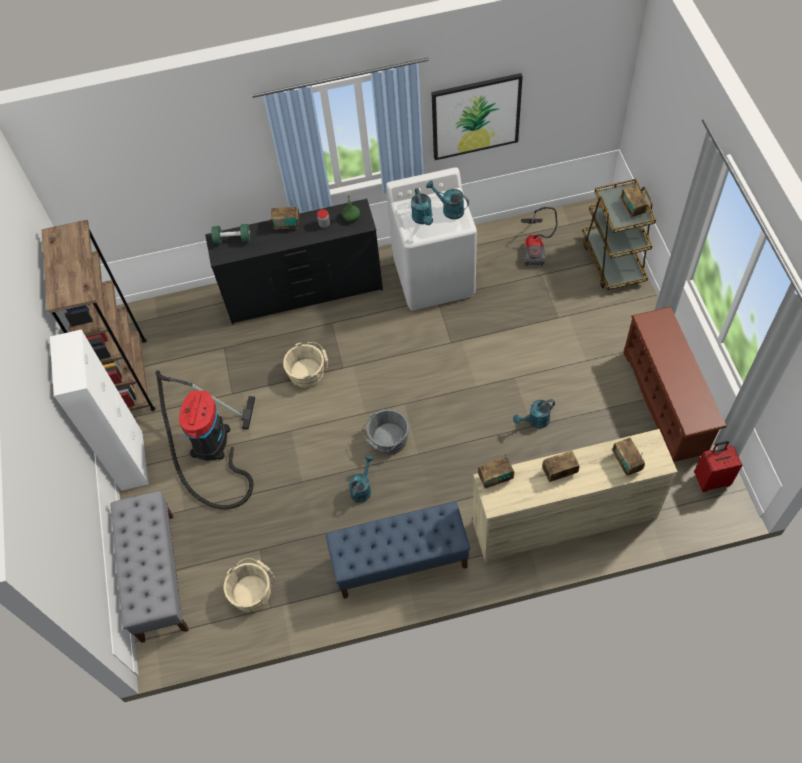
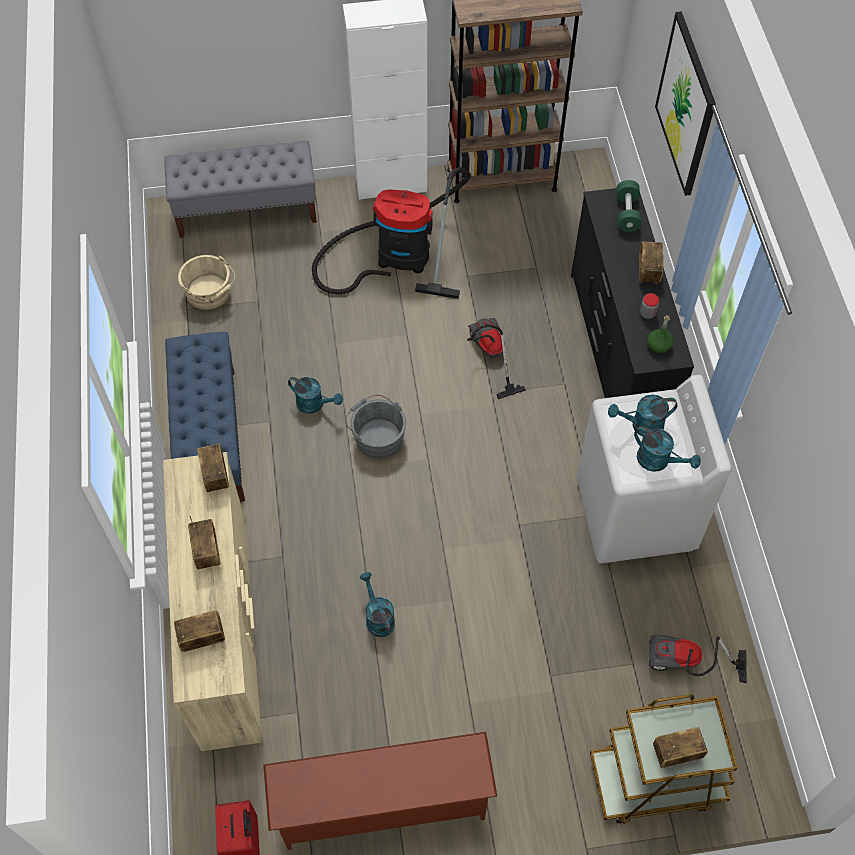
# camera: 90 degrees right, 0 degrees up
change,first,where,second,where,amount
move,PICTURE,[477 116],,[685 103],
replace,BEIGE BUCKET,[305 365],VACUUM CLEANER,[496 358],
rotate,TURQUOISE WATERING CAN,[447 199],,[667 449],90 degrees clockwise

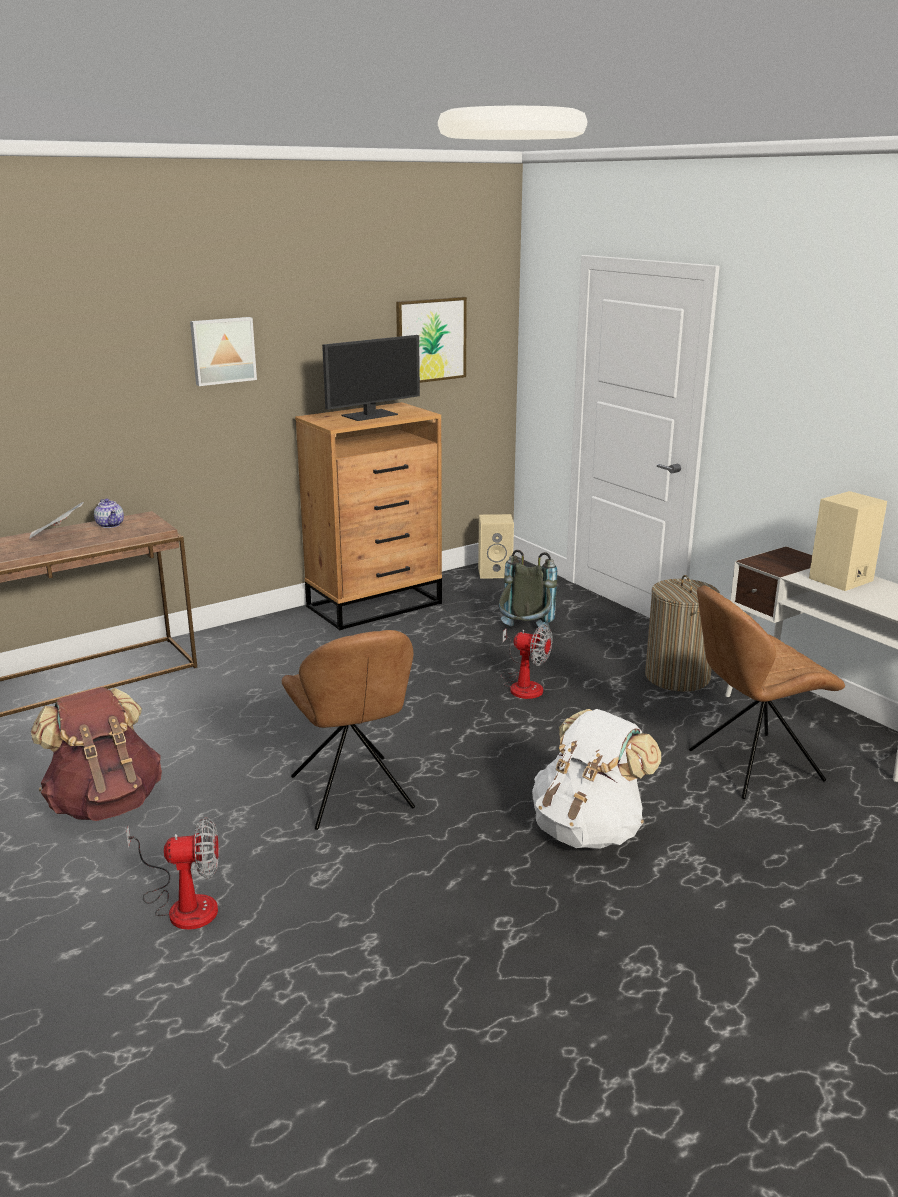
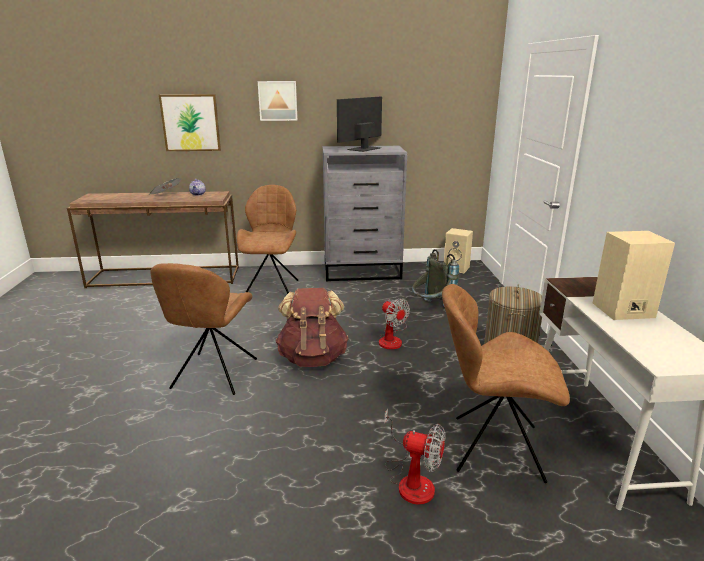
# camera: 30 degrees right, 0 degrees up
change,first,where,second,where,amount
delete,WHITE BACKPACK,[596 779],,,
insert,,,BROWN CHAIR,[267 239],
move,BROWN BACKPACK,[96 754],,[312 327],
move,FAN,[172 873],,[415 456],
move,PICTURE,[431 340],,[190 122],
recolor,BROWN DRESSER,[368 516],GREY DRESSER,[364 213],
rotate,MONITOR,[371 378],,[359 124],135 degrees clockwise

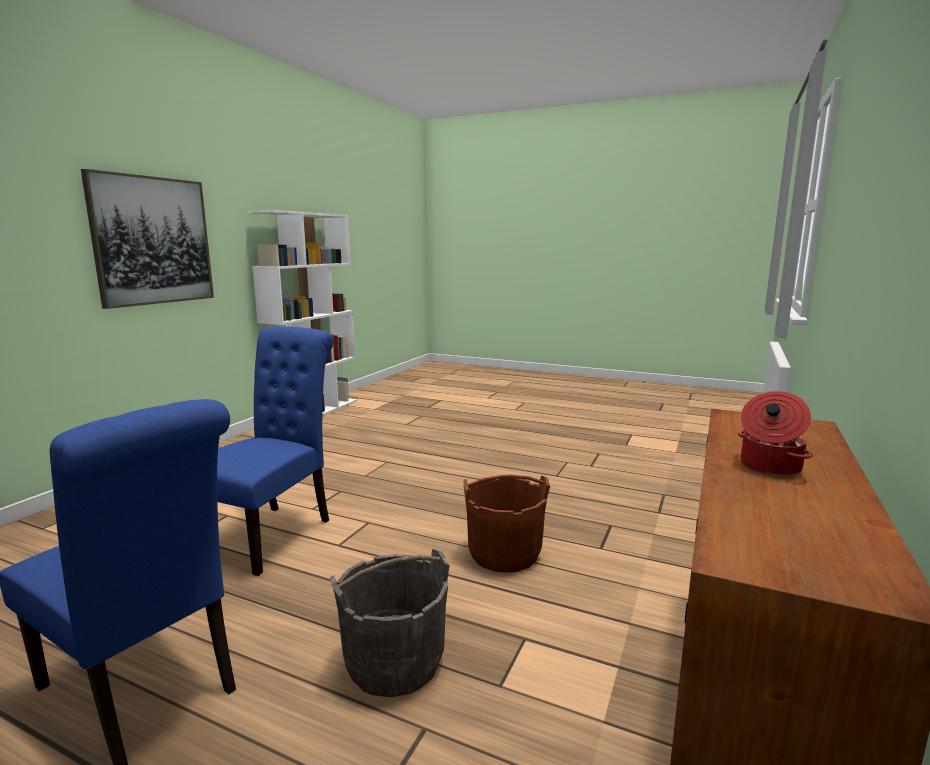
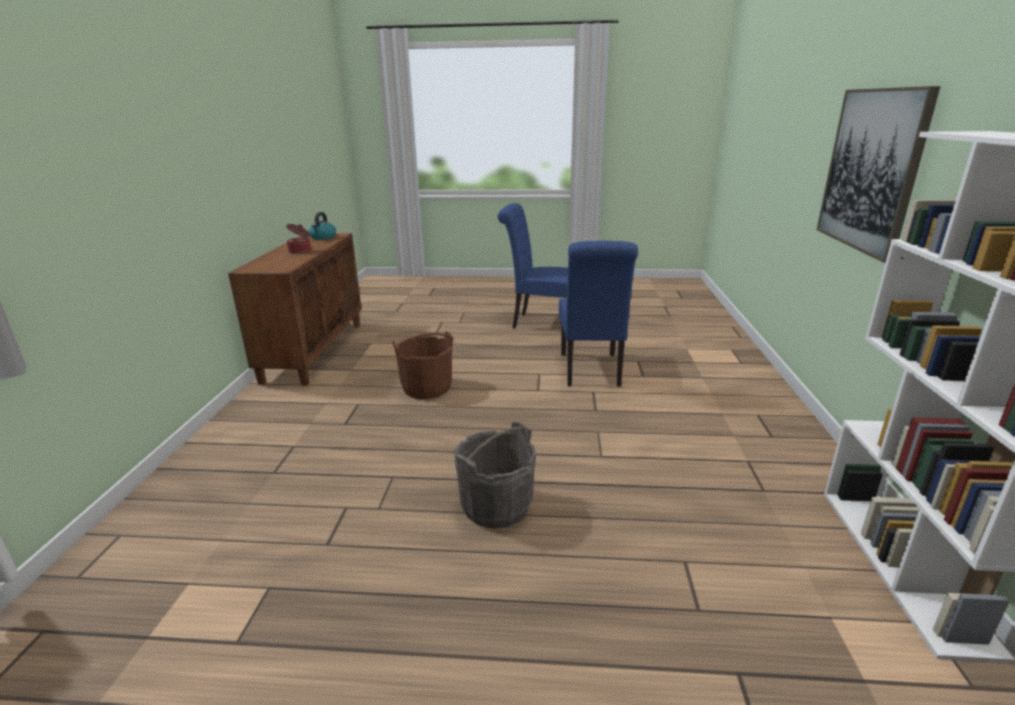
# camera: 160 degrees right, 10 degrees up
change,first,where,second,where,amount
insert,,,KETTLE,[322 226],
move,GREY BUCKET,[389 623],,[495 475],

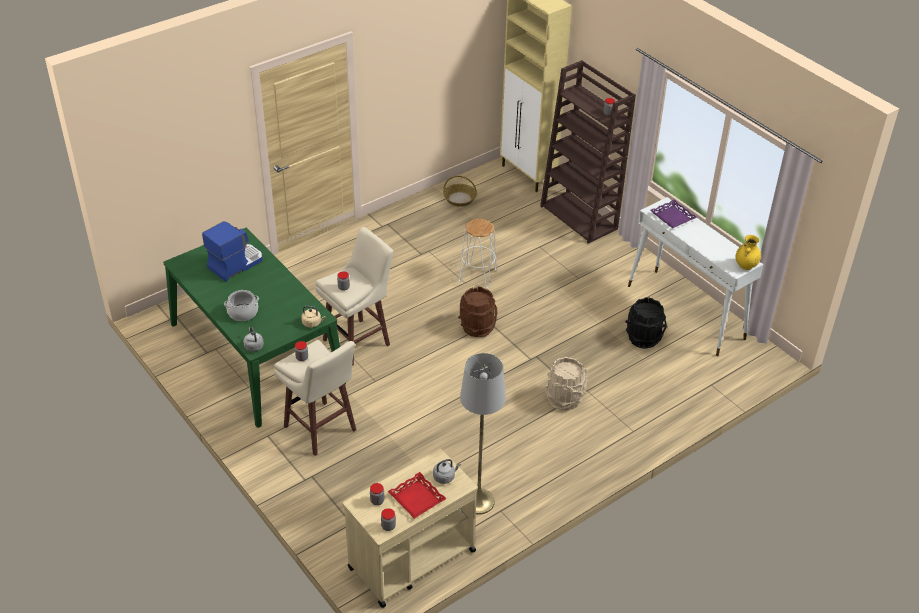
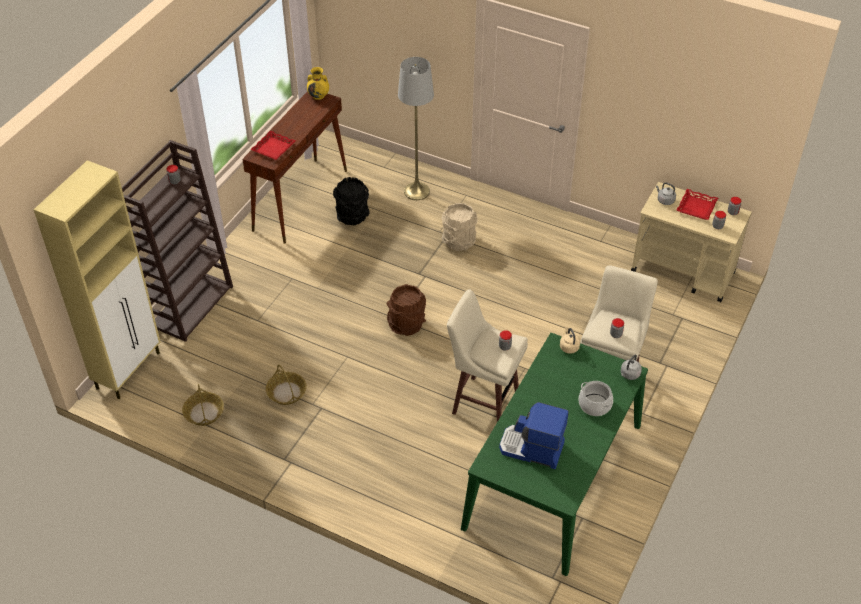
# camera: 115 degrees left, 5 degrees up
change,first,where,second,where,amount
delete,WHITE STOOL,[478 253],,,
insert,,,BASKET,[286 385],
move,GREY FLOOR LAMP,[483 434],,[416 128],
recolor,WHITE CONSOLE TABLE,[696 276],BROWN CONSOLE TABLE,[295 167],
recolor,PURPLE TRAY,[673 214],RED TRAY,[273 145],

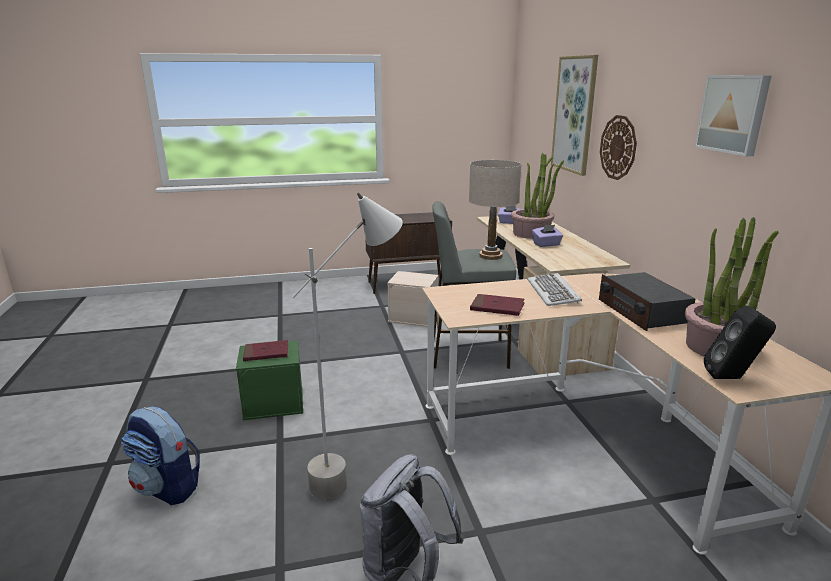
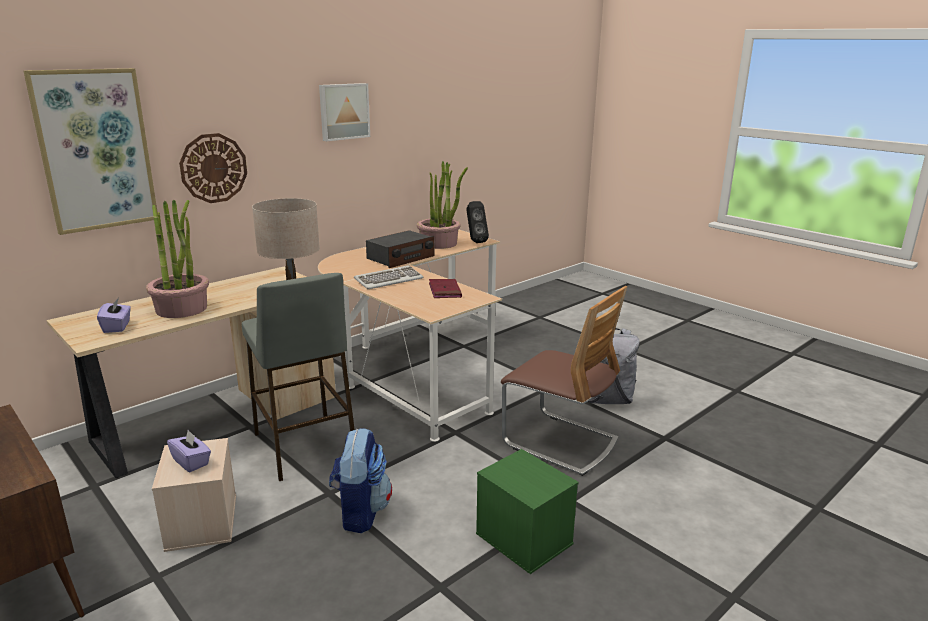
# camera: 120 degrees left, 0 degrees up
change,first,where,second,where,amount
delete,RED BOOK,[265 350],,,
move,BACKPACK,[160 455],,[360 480],
move,PURPLE TISSUE BOX,[547 236],,[189 451],
replace,GREY FLOOR LAMP,[347 346],CHAIR,[564 381],

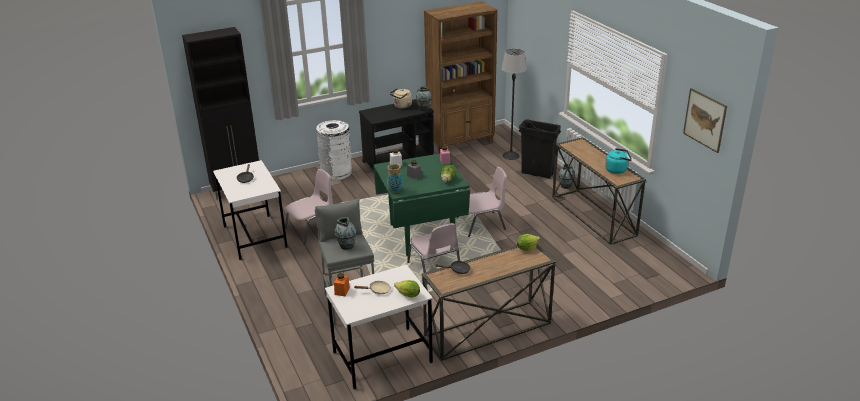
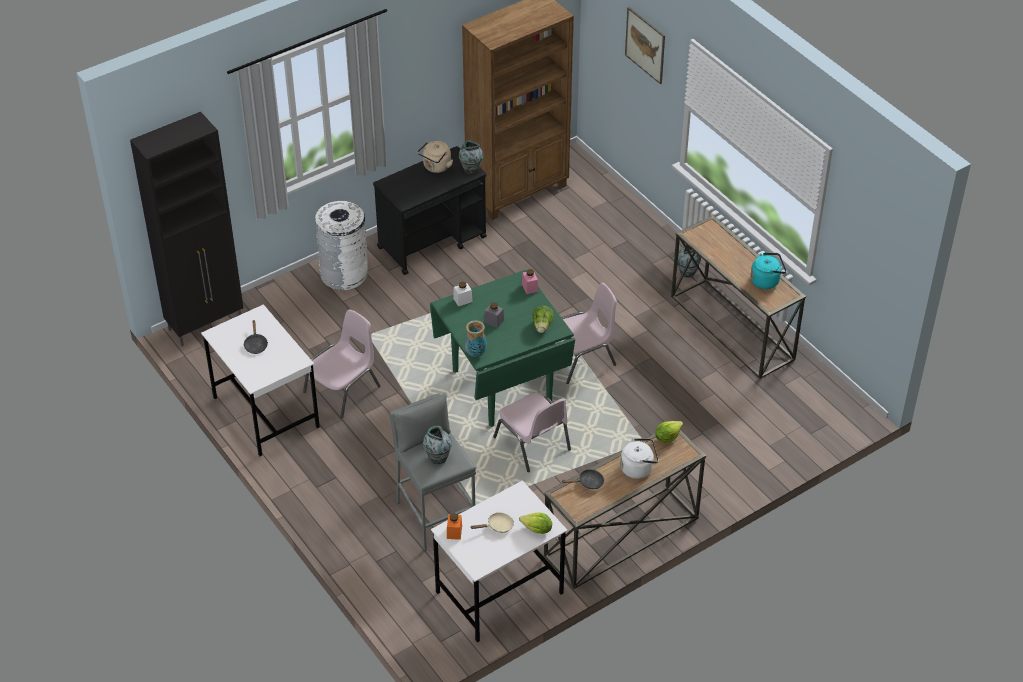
# camera: 10 degrees left, 15 degrees up
change,first,where,second,where,amount
delete,FLOOR LAMP,[514 104],,,
delete,BLACK TRASH CAN,[540 149],,,
insert,,,WHITE KETTLE,[639 458],
move,PICTURE,[705 120],,[645 45],

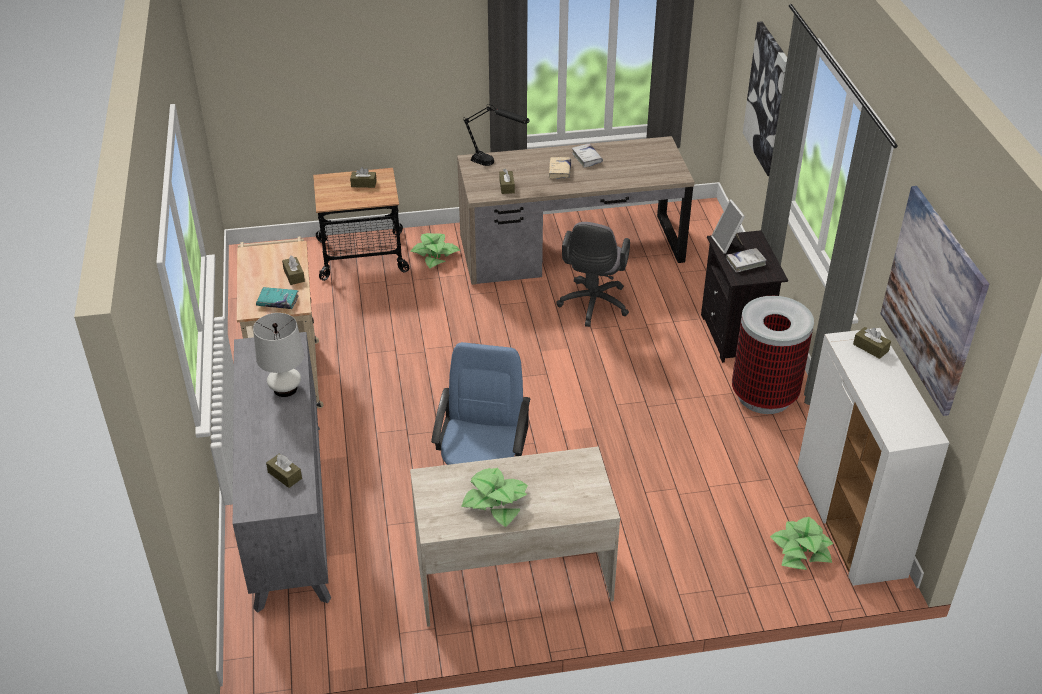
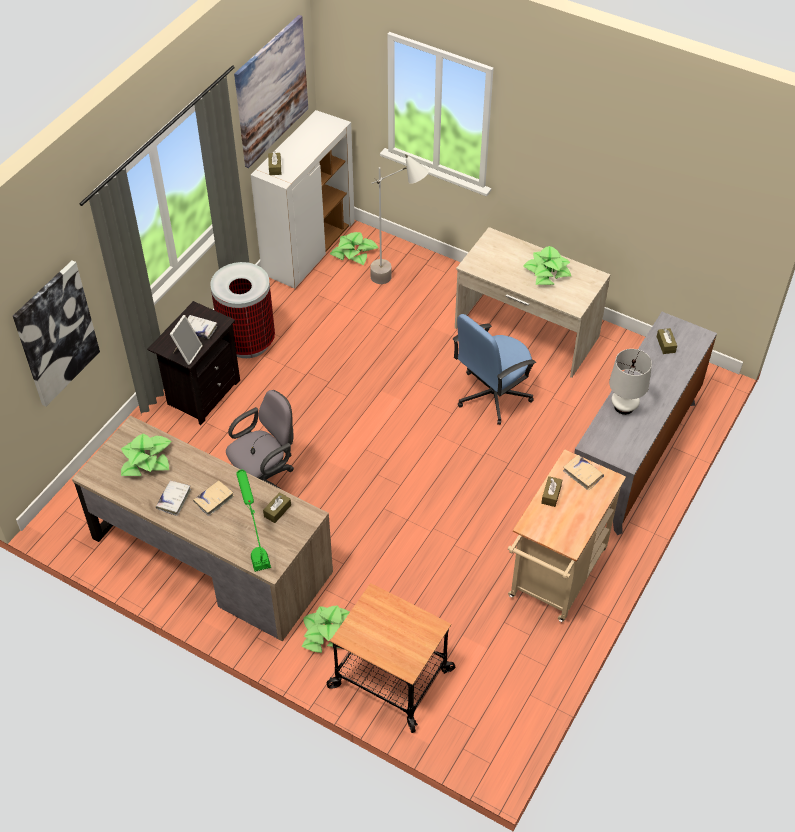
# camera: 140 degrees left, 10 degrees up
change,first,where,second,where,amount
delete,BROWN TISSUE BOX,[363 177],,,
insert,,,POTTED PLANT,[146 455],
insert,,,GREY FLOOR LAMP,[399 219],
recolor,TURQUOISE BOOK,[277 298],BEIGE BOOK,[583 472],
recolor,BLACK TABLE LAMP,[496 135],GREEN TABLE LAMP,[254 521],

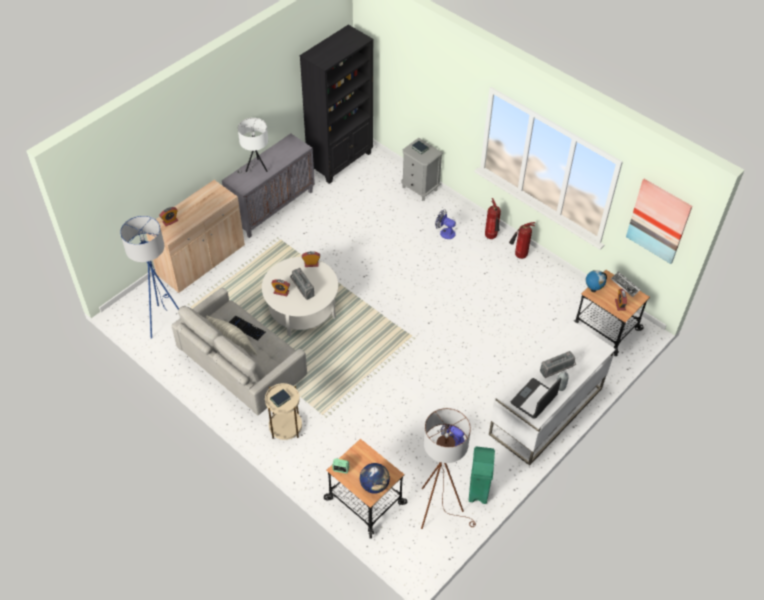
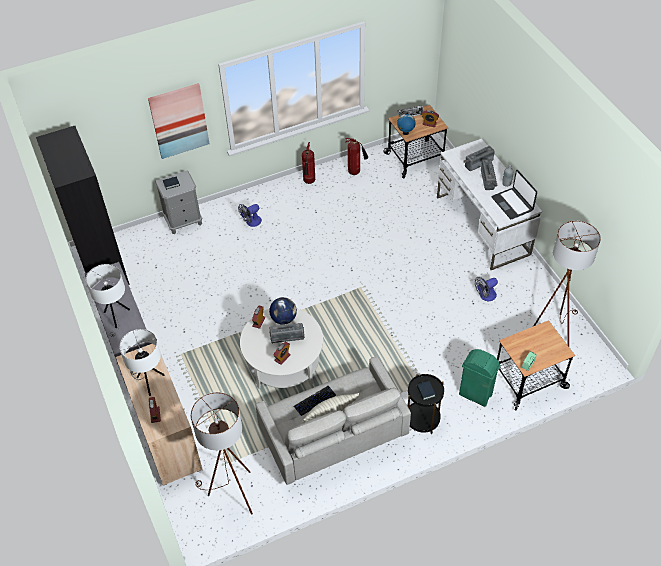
# camera: 65 degrees left, 0 degrees up
change,first,where,second,where,amount
insert,,,WHITE TABLE LAMP,[142 362],
insert,,,RADIO,[479 158],
move,GLOBE,[375 478],,[283 311],
move,GREEN TRASH CAN,[482 475],,[480 378],
move,FIRE EXTINGUISHER,[493 218],,[356 156],
move,PICTURE,[659 221],,[178 121],
recolor,BLUE FLOOR LAMP,[149 277],BROWN FLOOR LAMP,[222 453],
recolor,BEIGE SIDE TABLE,[283 411],BLACK SIDE TABLE,[426 404],

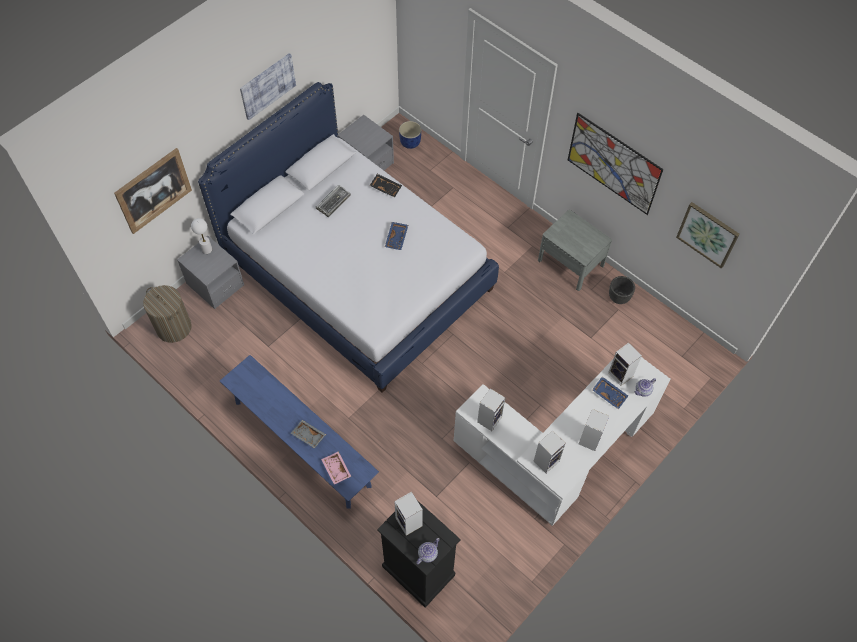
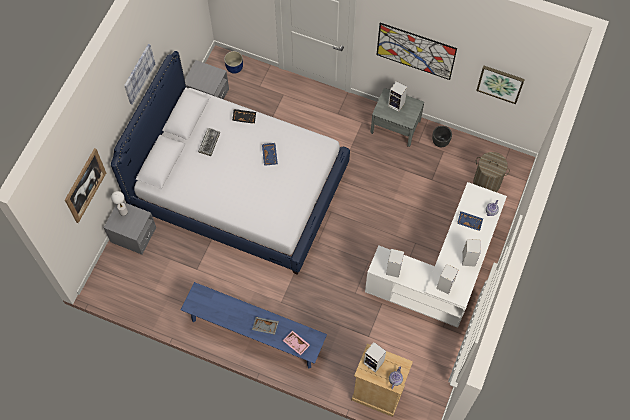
# camera: 20 degrees left, 5 degrees up
change,first,where,second,where,amount
move,LAUNDRY BASKET,[167 314],,[491 172],
move,SPEAKER,[625 364],,[397 96],
recolor,BLACK DRESSER,[419 554],BEIGE DRESSER,[382 380],

